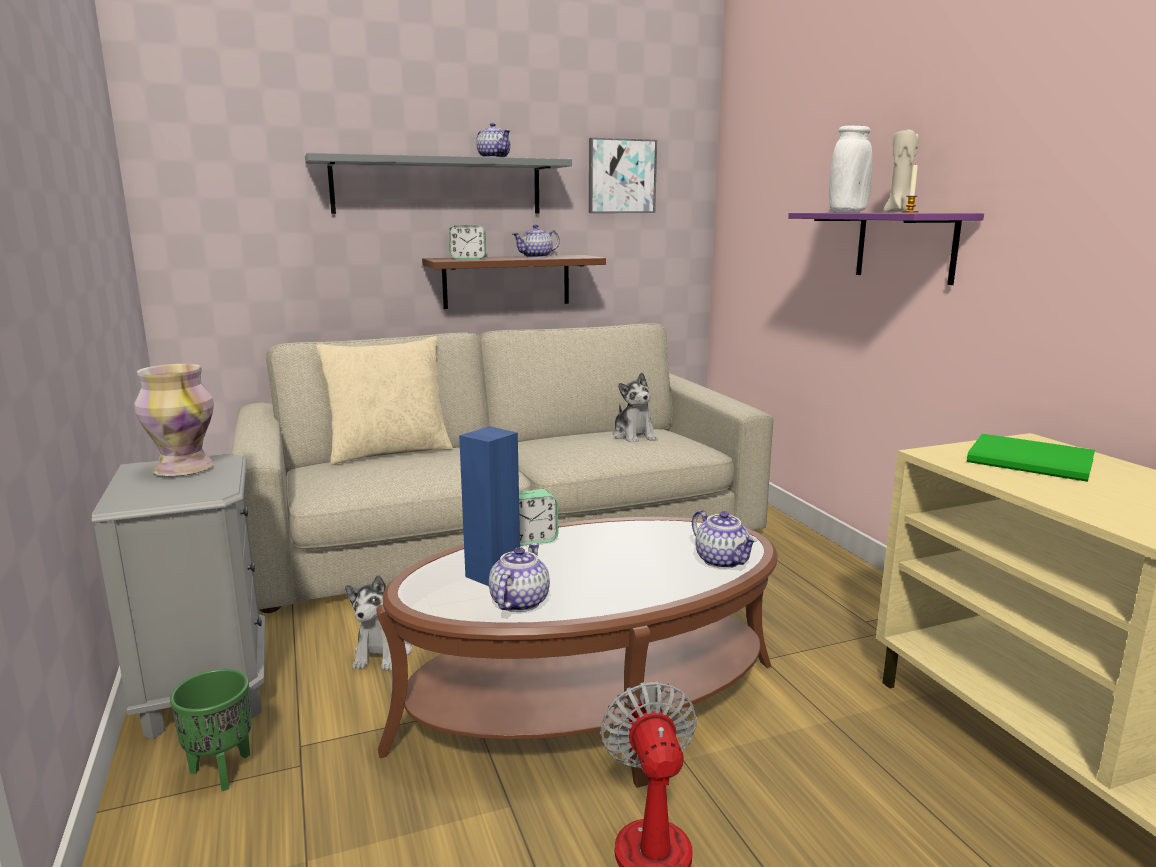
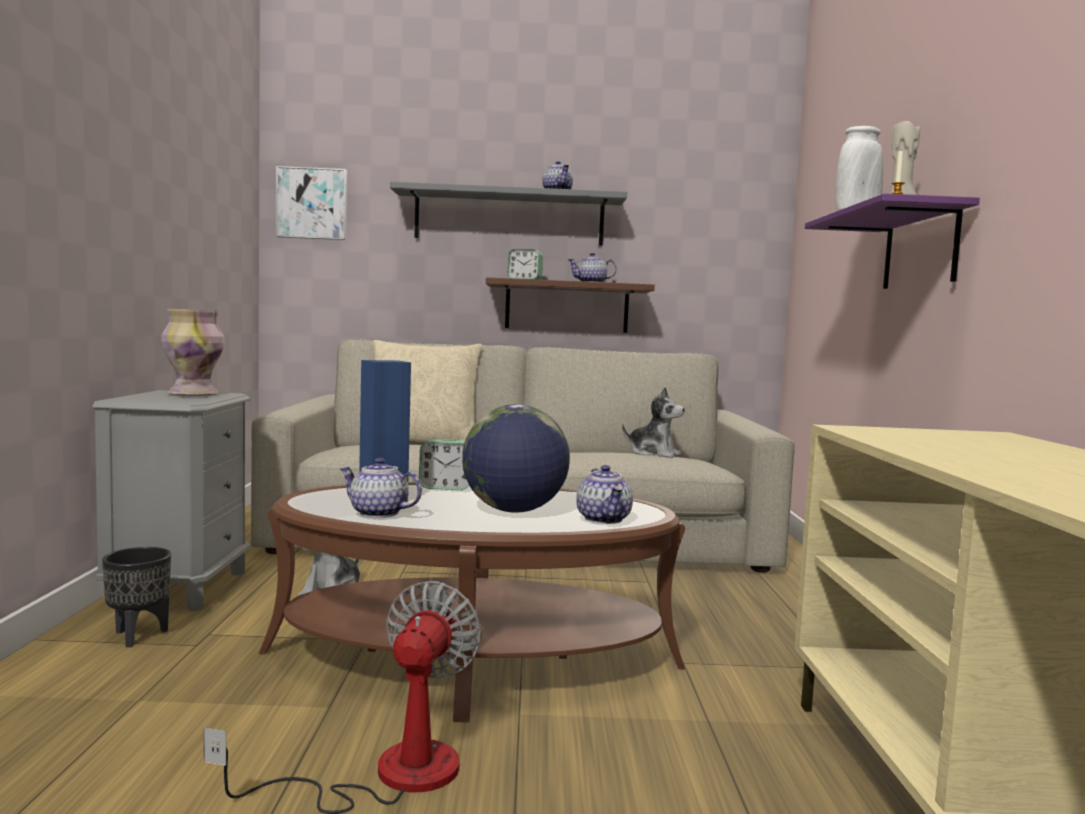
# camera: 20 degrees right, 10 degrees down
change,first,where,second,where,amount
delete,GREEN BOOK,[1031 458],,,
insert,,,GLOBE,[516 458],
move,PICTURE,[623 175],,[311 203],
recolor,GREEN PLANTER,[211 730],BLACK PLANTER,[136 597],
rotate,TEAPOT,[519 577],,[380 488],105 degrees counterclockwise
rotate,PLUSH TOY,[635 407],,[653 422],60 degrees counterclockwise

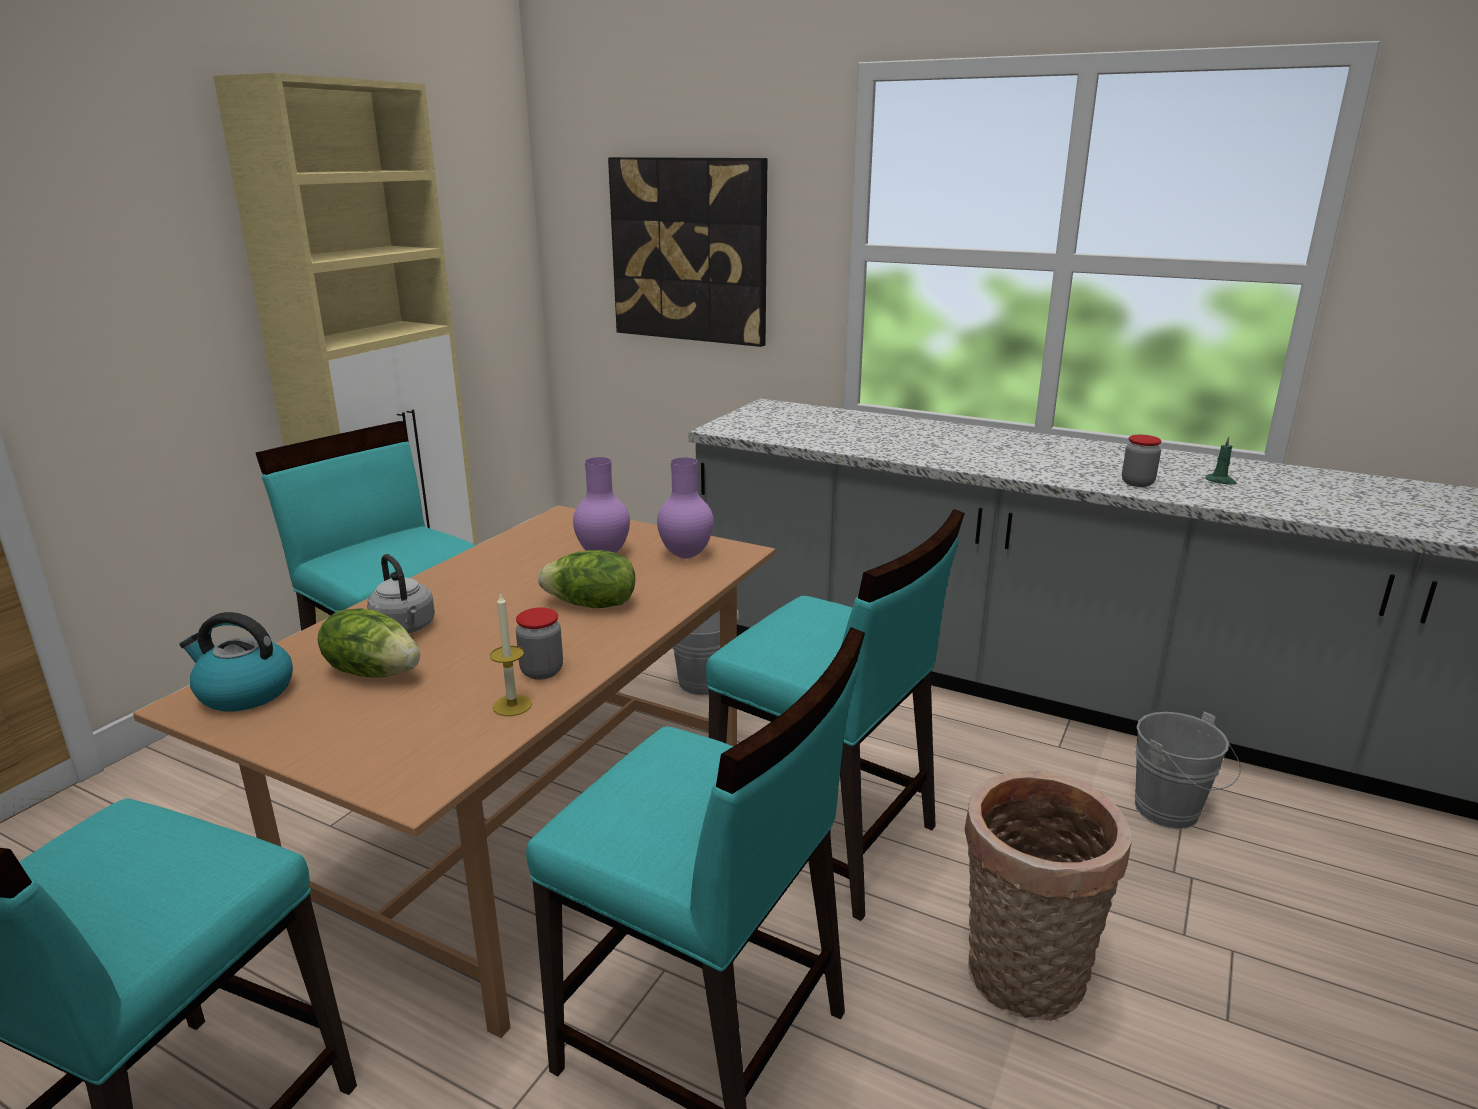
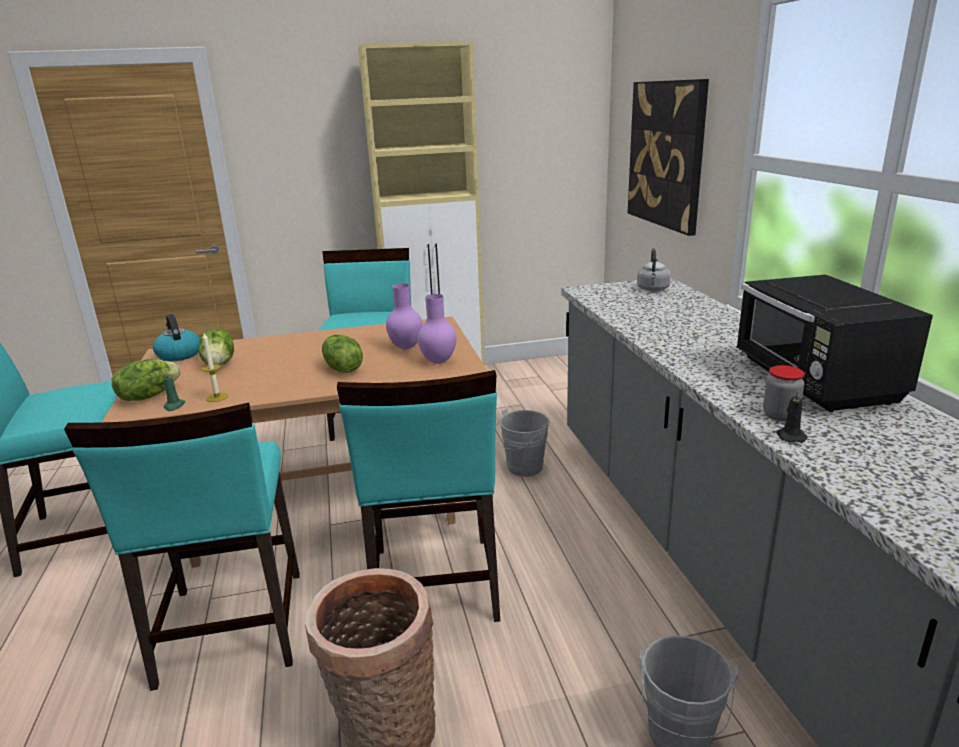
# camera: 50 degrees right, 0 degrees up
change,first,where,second,where,amount
delete,JAR,[539 644],,,
insert,,,LETTUCE,[146 380],
insert,,,BLACK MICROWAVE,[834 343],
insert,,,BLACK CANDLE,[792 415],
move,GREY KETTLE,[401 594],,[654 269],
move,GREEN CANDLE,[1221 460],,[174 391],

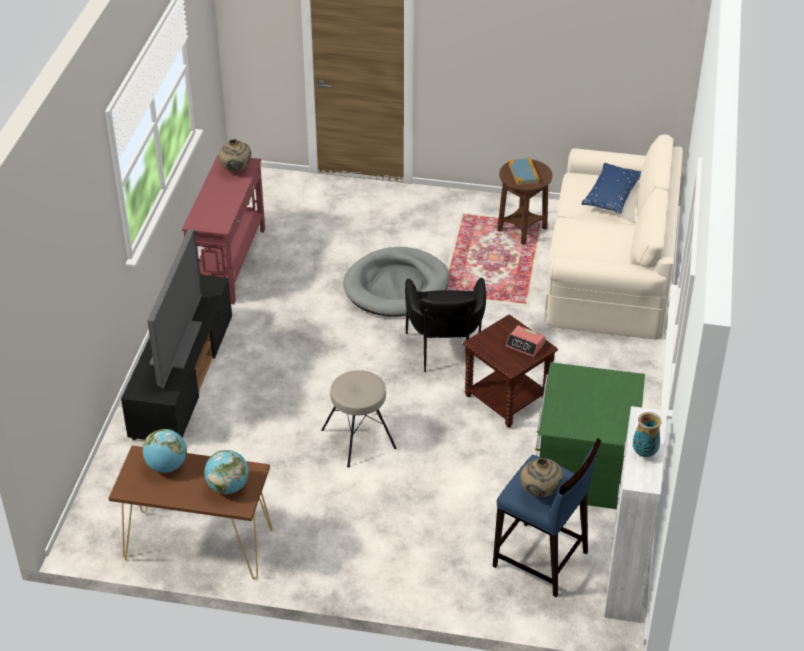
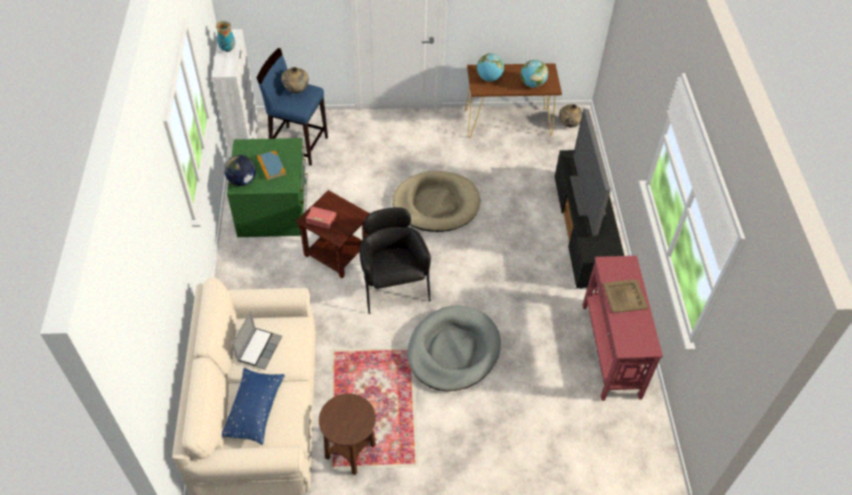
# camera: 165 degrees right, 10 degrees up
change,first,where,second,where,amount
insert,,,GLOBE,[240 170],
insert,,,LAPTOP,[257 340],
insert,,,BEIGE TRAY,[625 296],
move,BEIGE VASE,[234 155],,[570 116],
move,BOOK,[524 172],,[271 165],
replace,BEIGE STOOL,[359 419],BEIGE DOG BED,[436 201],

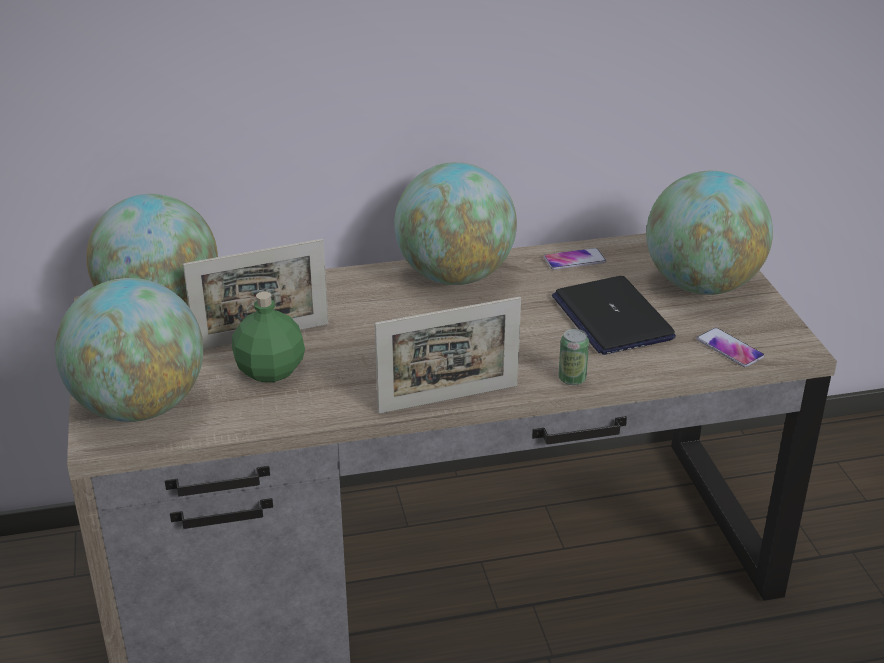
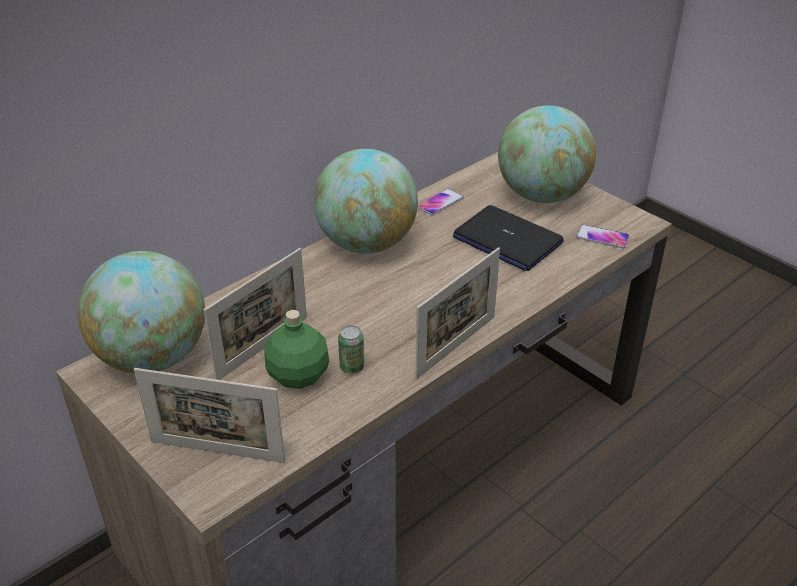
# camera: 30 degrees left, 5 degrees up
change,first,where,second,where,amount
move,CAN,[573 357],,[351 349],
replace,GLOBE,[129 350],PICTURE FRAME,[209 415],

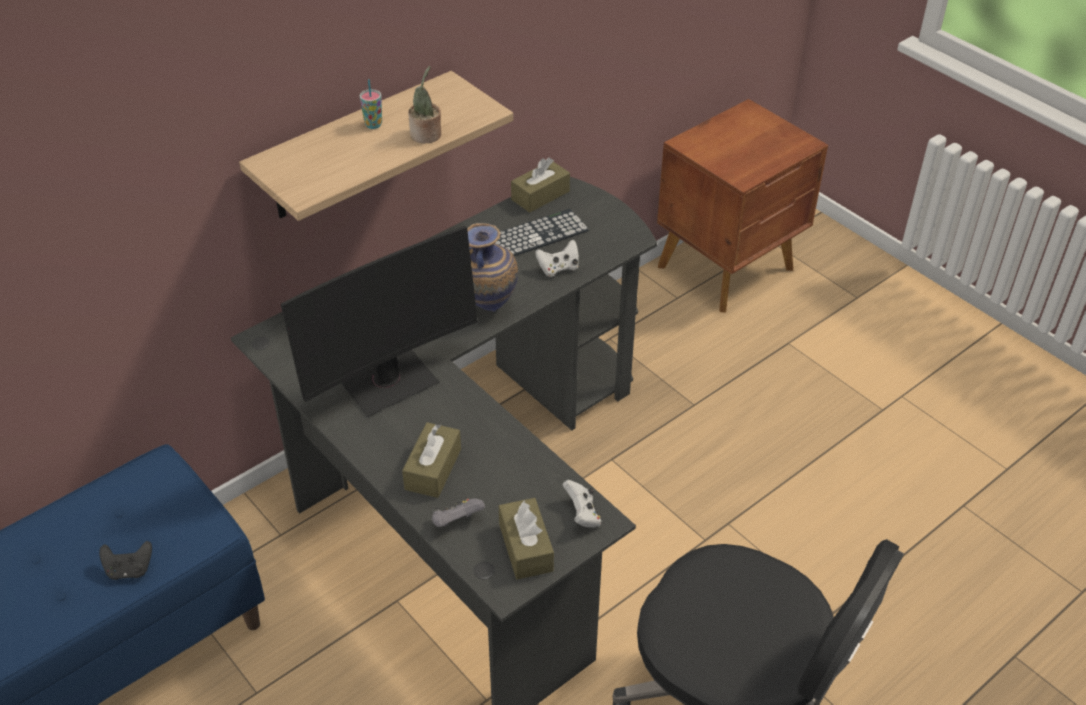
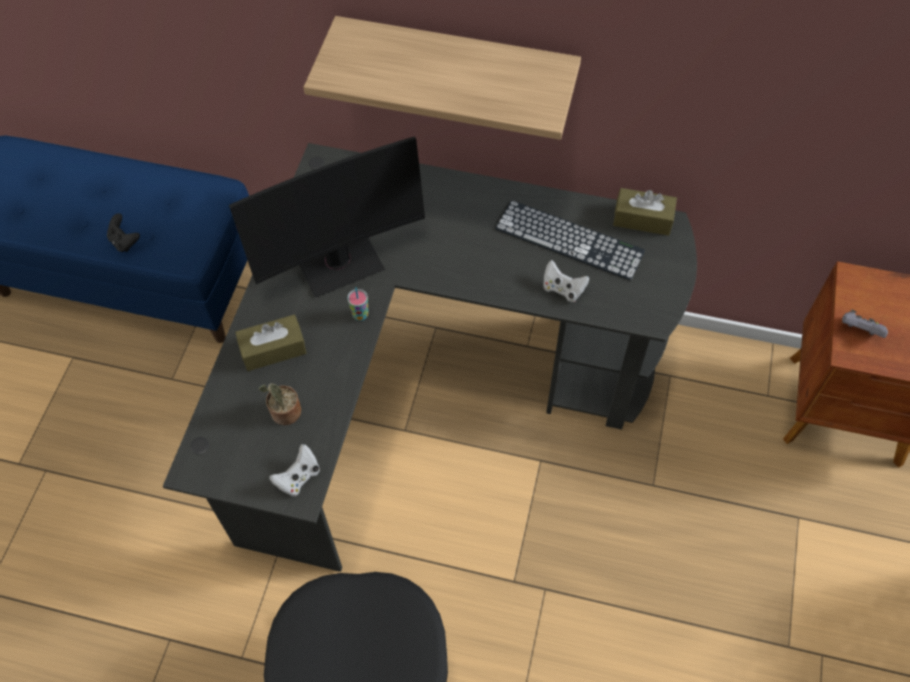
# camera: 55 degrees right, 15 degrees up
change,first,where,second,where,amount
delete,VASE,[492 267],,,
delete,BROWN TISSUE BOX,[526 539],,,
move,CUP,[371 104],,[358 304],
move,POTTED PLANT,[424 105],,[280 404],
move,GREY GAME CONTROLLER,[458 512],,[865 324],
rotate,MONITOR,[379 321],,[327 217],45 degrees counterclockwise

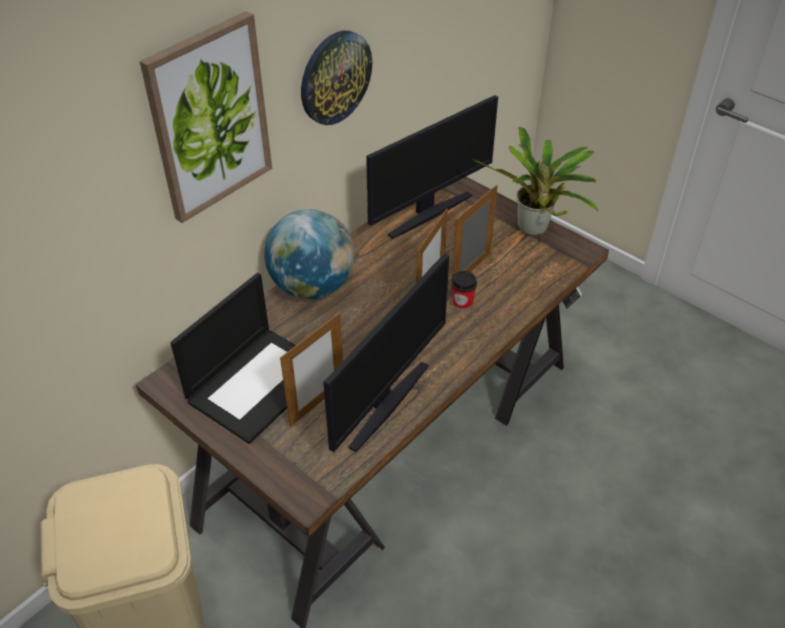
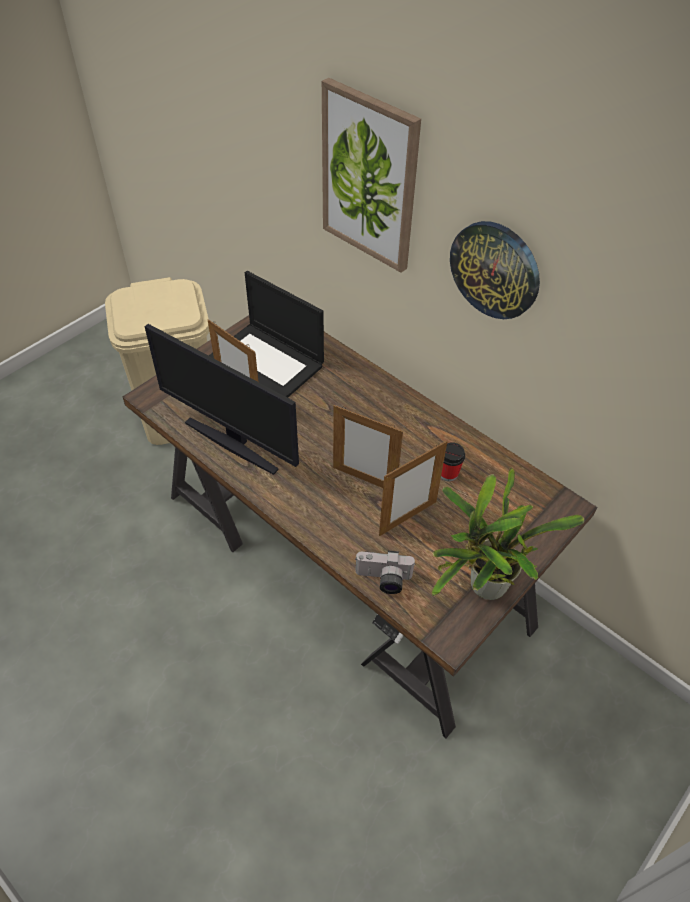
# camera: 90 degrees right, 5 degrees up
change,first,where,second,where,amount
delete,GLOBE,[309 254],,,
delete,MONITOR,[432 167],,,
insert,,,PHOTO CAMERA,[385 572],
move,CUP,[464 291],,[453 462],
rotate,PICTURE FRAME,[474 237],,[413 488],105 degrees clockwise

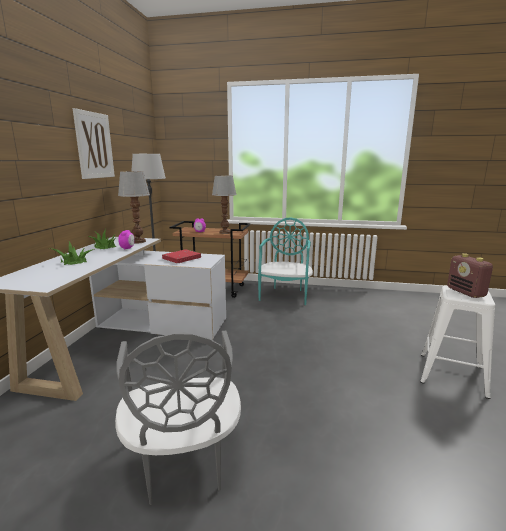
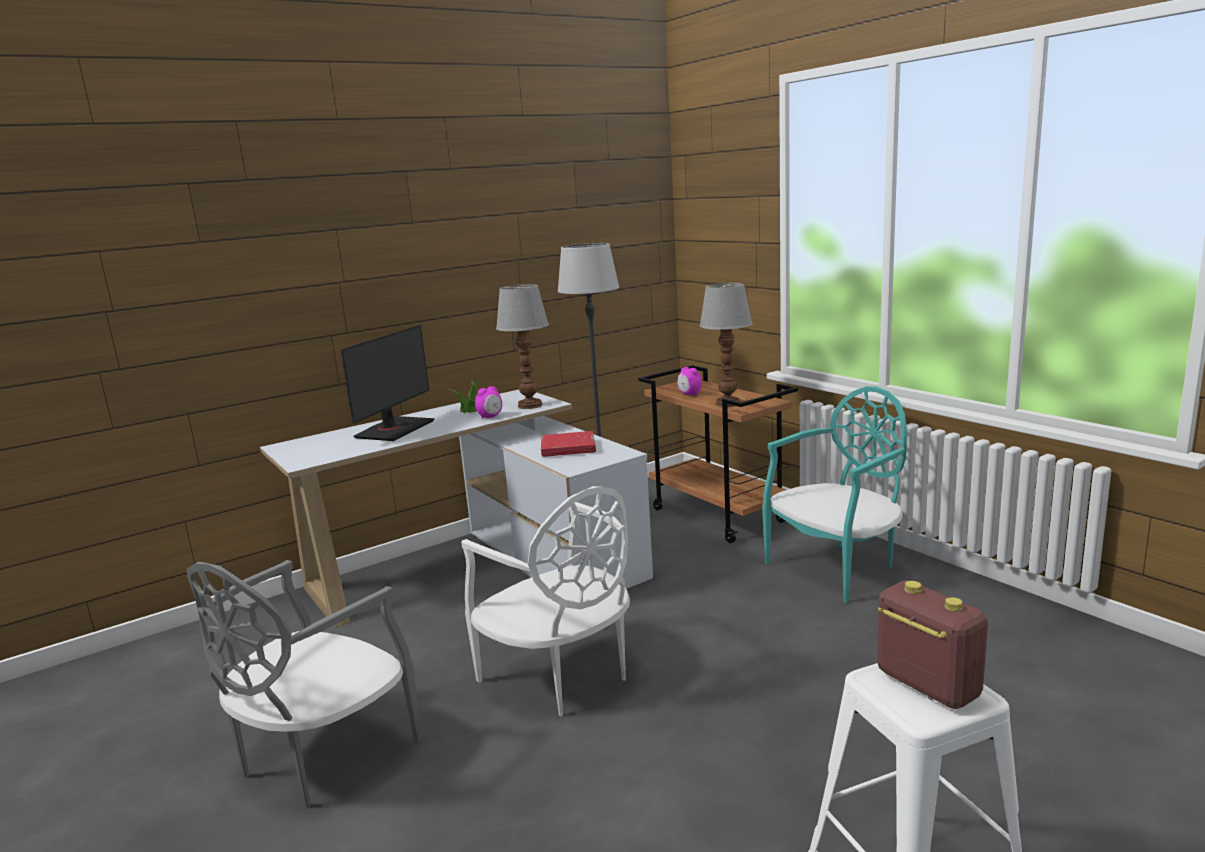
# camera: 45 degrees right, 0 degrees up
change,first,where,second,where,amount
delete,PICTURE,[94 143],,,
insert,,,WHITE CHAIR,[545 601],
replace,POTTED PLANT,[72 253],MONITOR,[388 383],
rotate,RADIO,[470 275],,[932 645],120 degrees clockwise

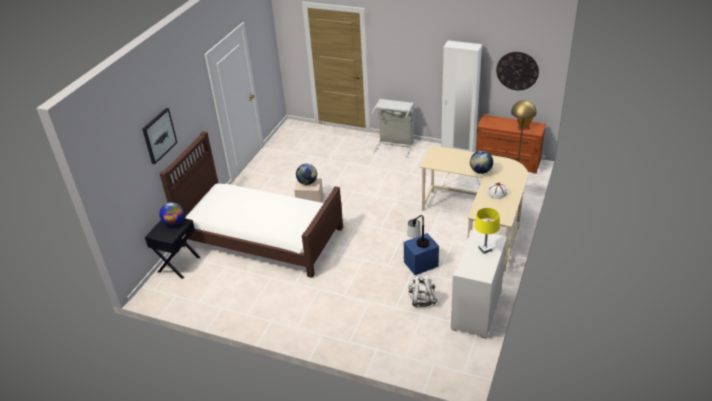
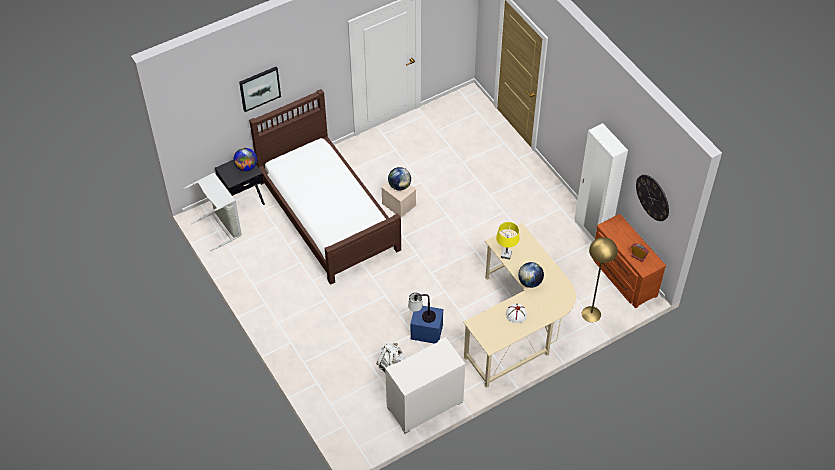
# camera: 35 degrees right, 15 degrees up
change,first,where,second,where,amount
move,GREY LAUNDRY BASKET,[392 128],,[212 212],
move,YELLOW TABLE LAMP,[487 231],,[508 241],

